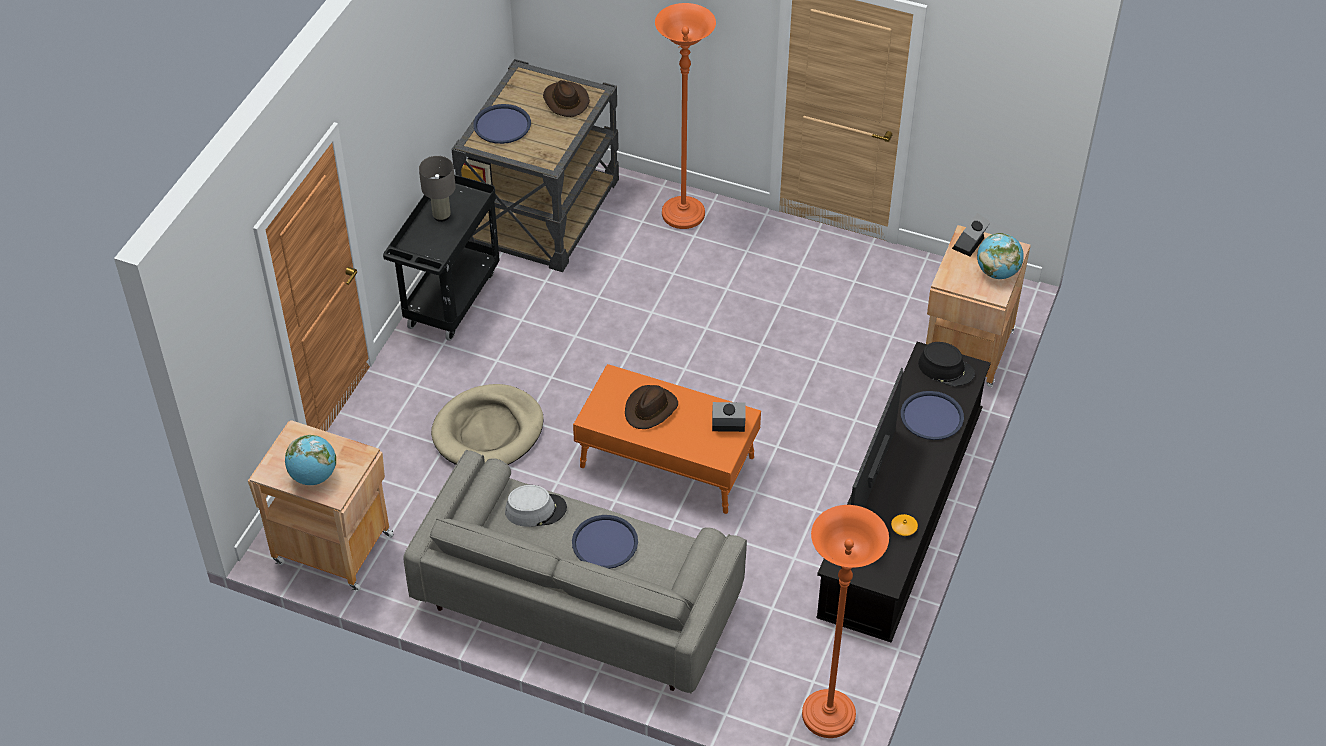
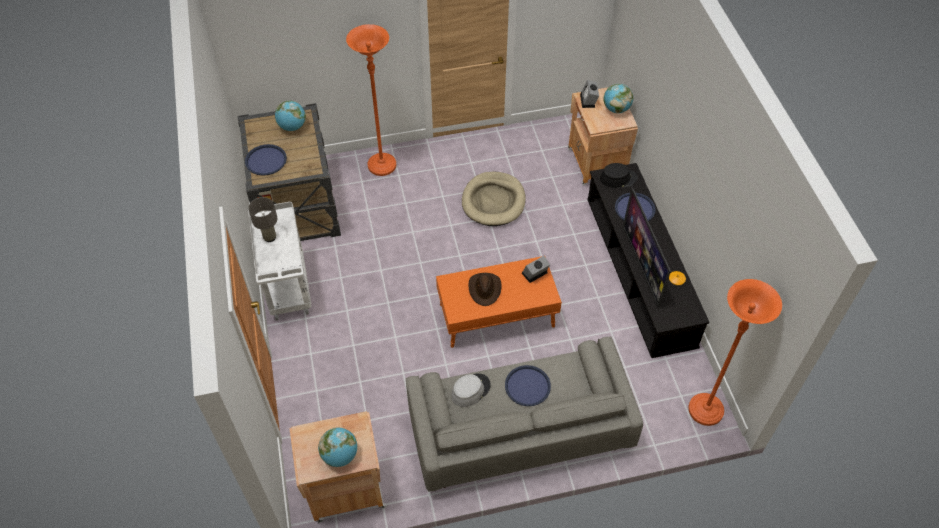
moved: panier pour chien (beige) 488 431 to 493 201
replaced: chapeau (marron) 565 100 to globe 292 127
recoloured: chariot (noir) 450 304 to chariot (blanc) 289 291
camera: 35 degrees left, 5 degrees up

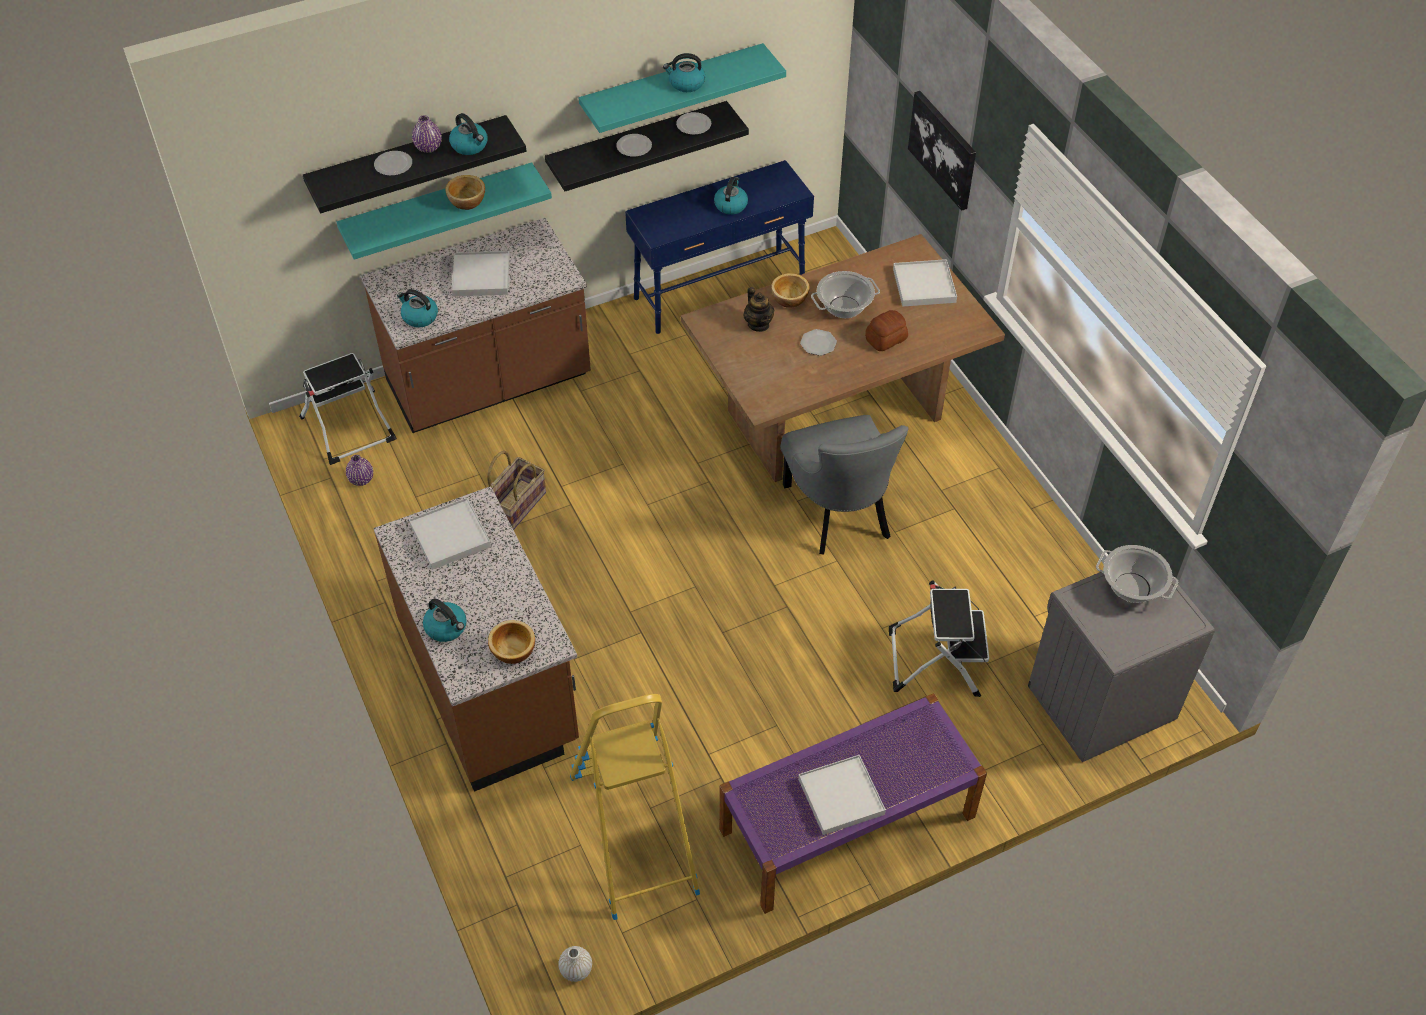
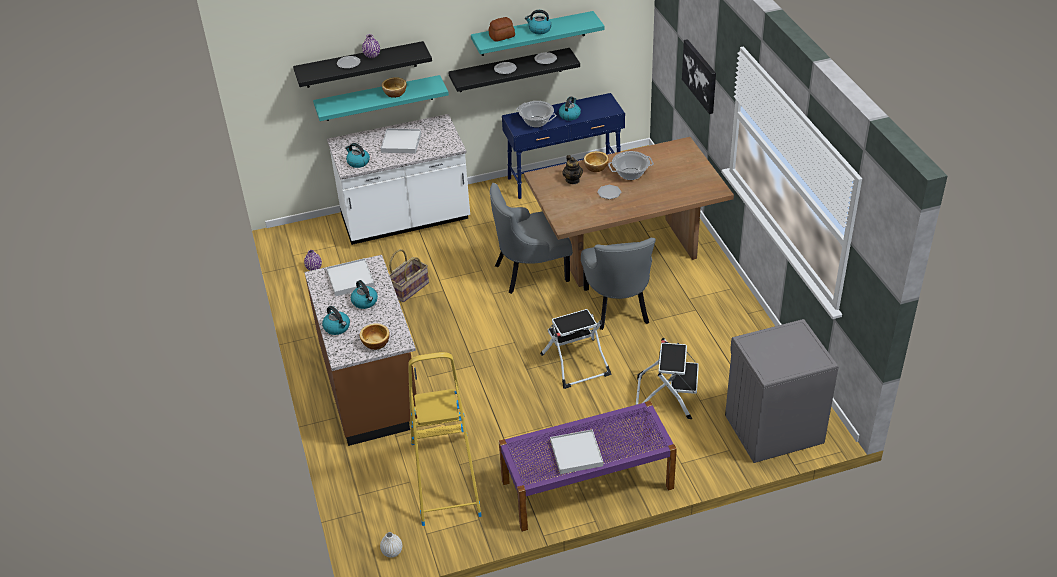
removed: plateau (blanc) 924 286
added: chaise (gris) 532 271
moved: bouilloire 470 146 to 365 302; pain 885 339 to 501 36; marmite 1132 587 to 536 122; escabeau 349 425 to 576 362
recoloured: comptoir de cuisine (marron) 489 382 to comptoir de cuisine (blanc) 405 219
camera: 10 degrees right, 10 degrees down

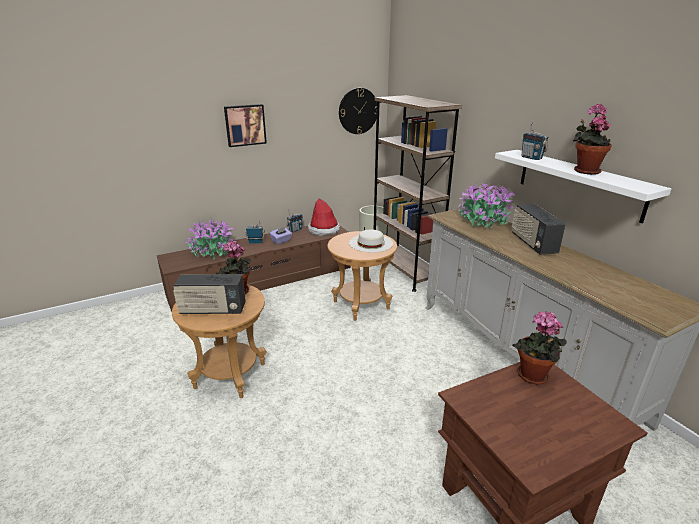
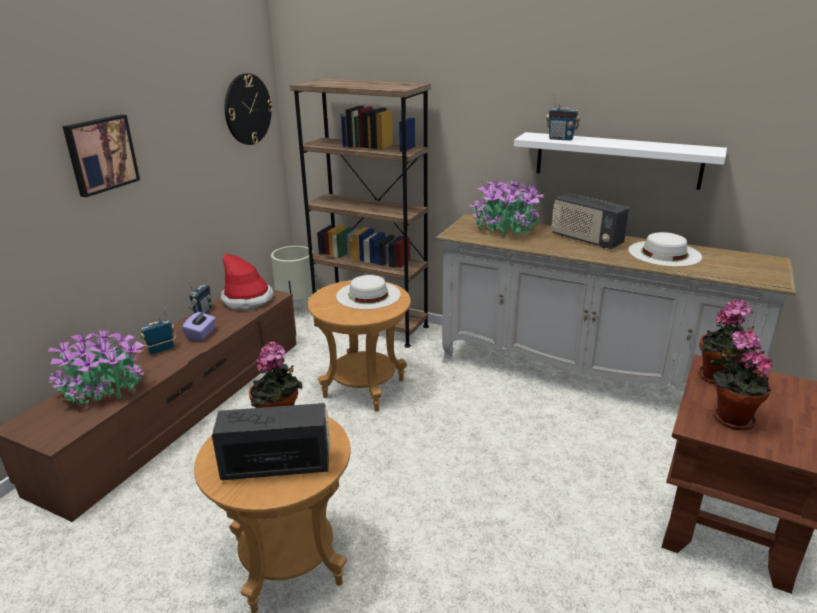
added: chapeau (blanc) 664 253
moved: plante en pot 585 171 to 729 418
turned: radio 212 310 = 277 465 150 degrees counterclockwise
camera: 35 degrees left, 0 degrees up

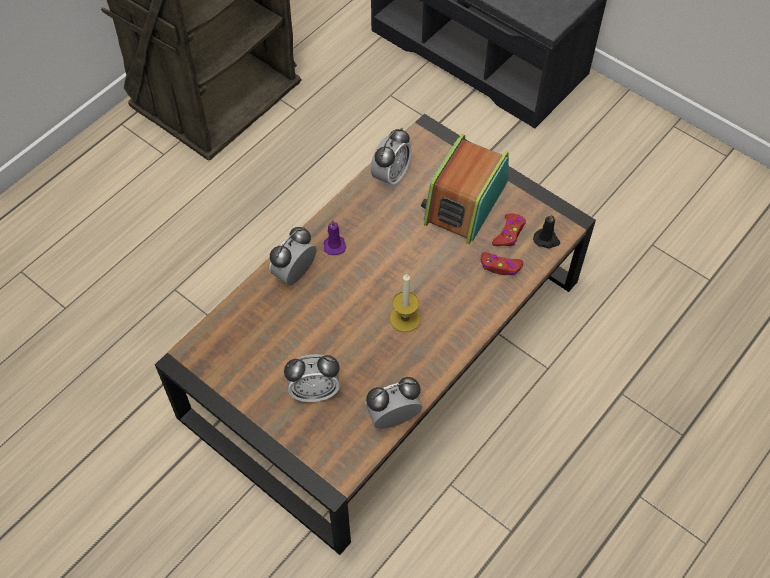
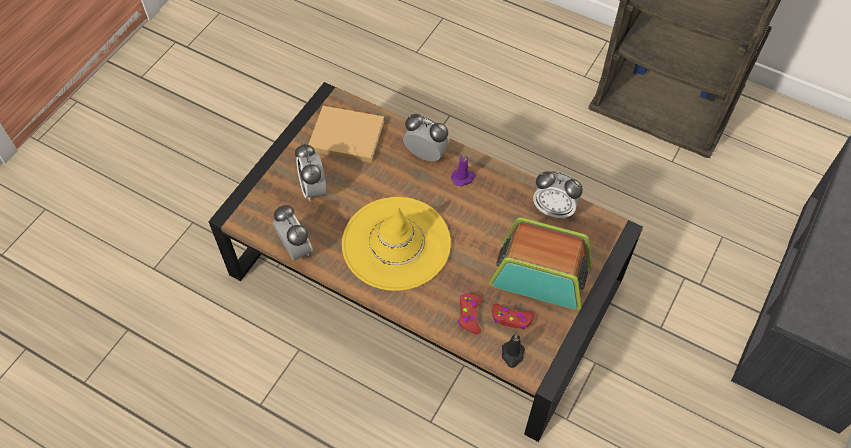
added: livre (beige) 344 135
replaced: bougie 405 318 to chapeau (jaune) 396 243
camera: 80 degrees right, 0 degrees up

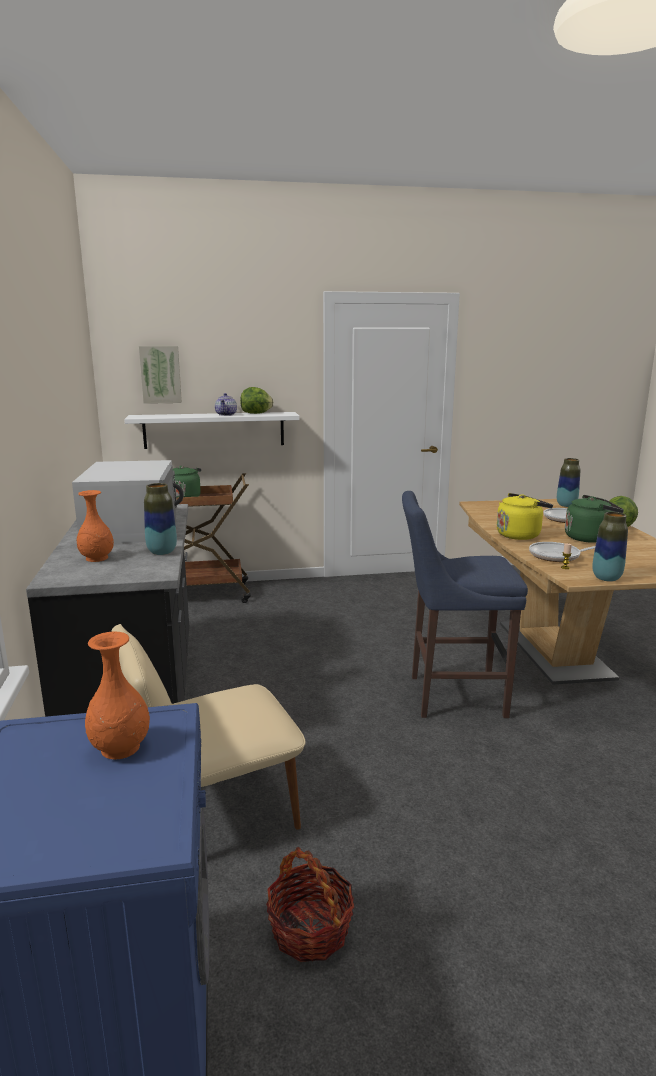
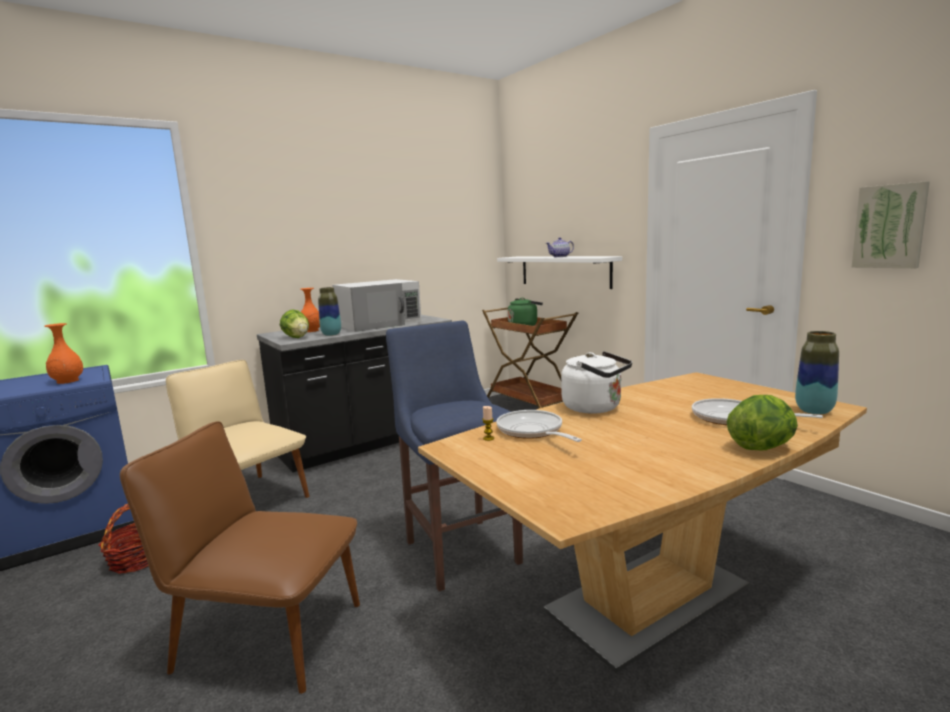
removed: bouilloire (vert) 589 538; vase 606 578
added: chaise (marron) 270 636
moved: laitue 256 413 to 297 337; tableau 160 374 to 890 226
recoloured: bouilloire (jaune) 520 535 to bouilloire (blanc) 595 408
camera: 65 degrees right, 5 degrees down

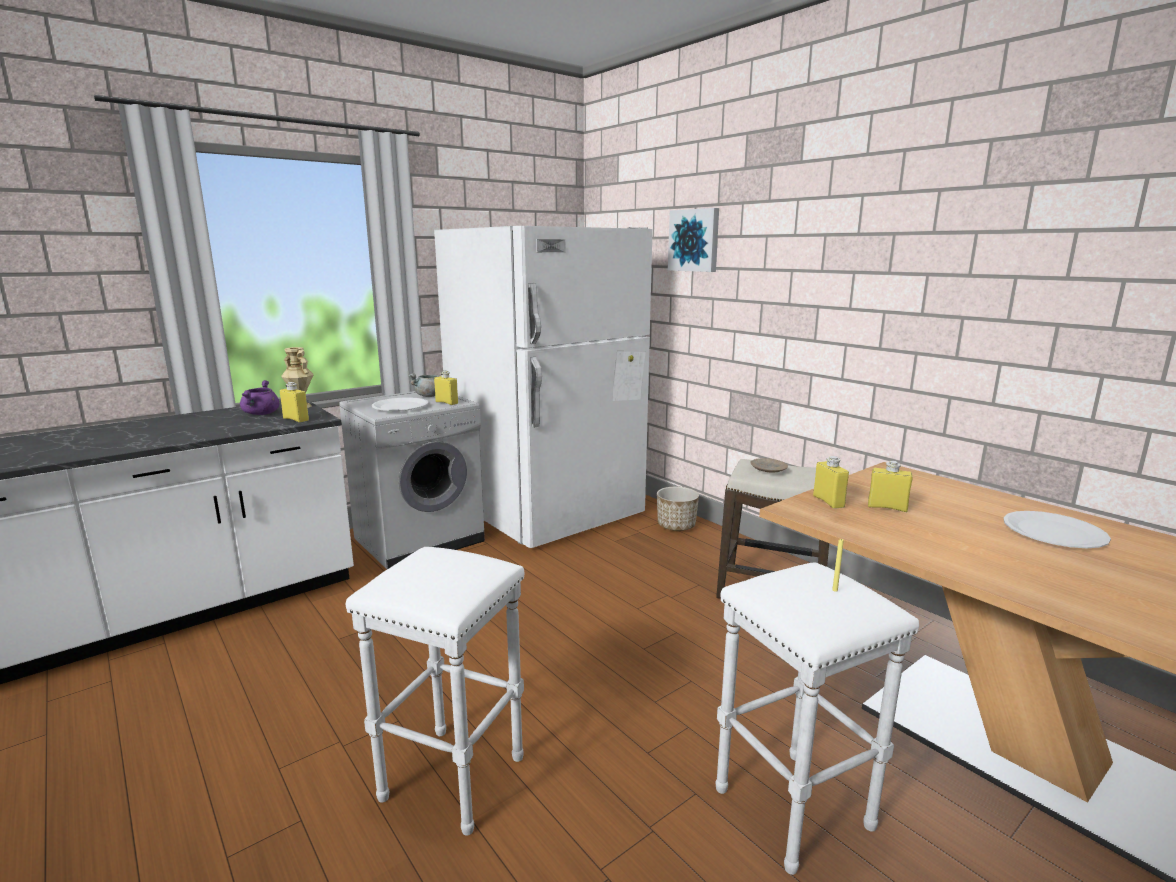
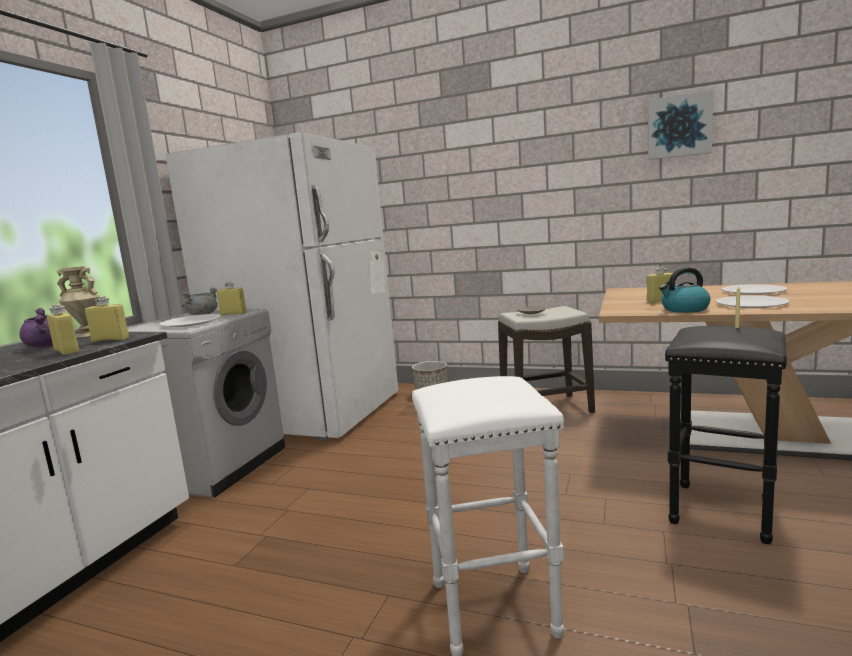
added: bouilloire 684 309; assiette (blanc) 751 304
moved: bouteille (jaune) 828 501 to 66 351; tableau 694 240 to 679 126
recoloured: tabouret (blanc) 789 806 to tabouret (noir) 719 511
camera: 30 degrees left, 5 degrees down

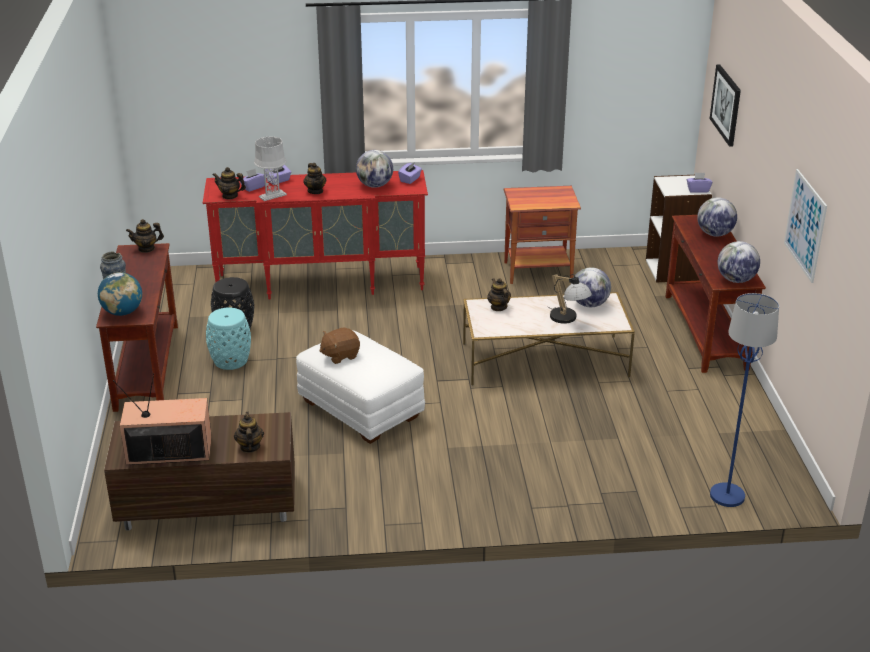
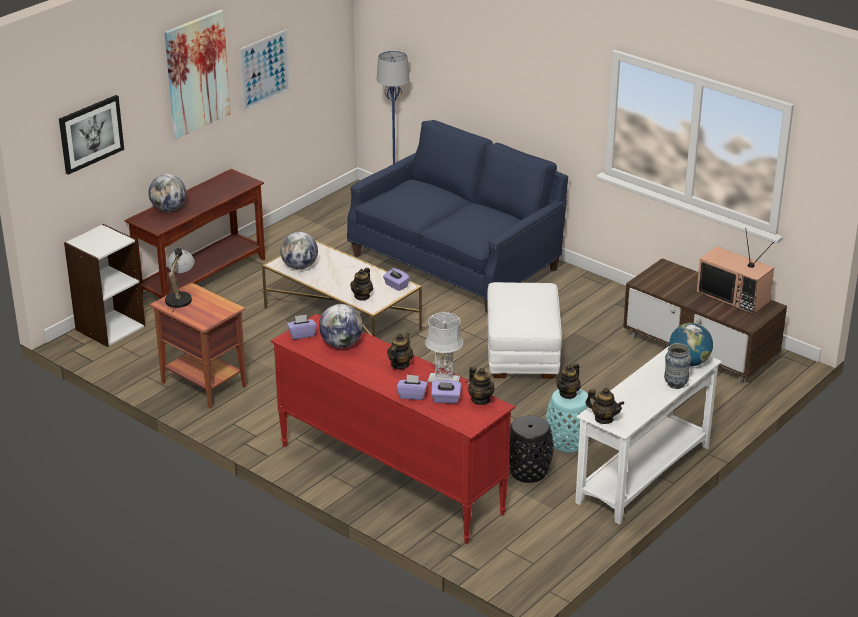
removed: peluche (marron) 340 355; globe 736 280
added: tableau 197 73; canapé (bleu) 456 261
moved: lampe de table 568 320 to 180 297; boîte à mouchoirs (violet) 698 190 to 396 285; théière 249 447 to 568 394
recoloured: table console (marron) 146 366 to table console (blanc) 643 475
camera: 135 degrees left, 0 degrees up

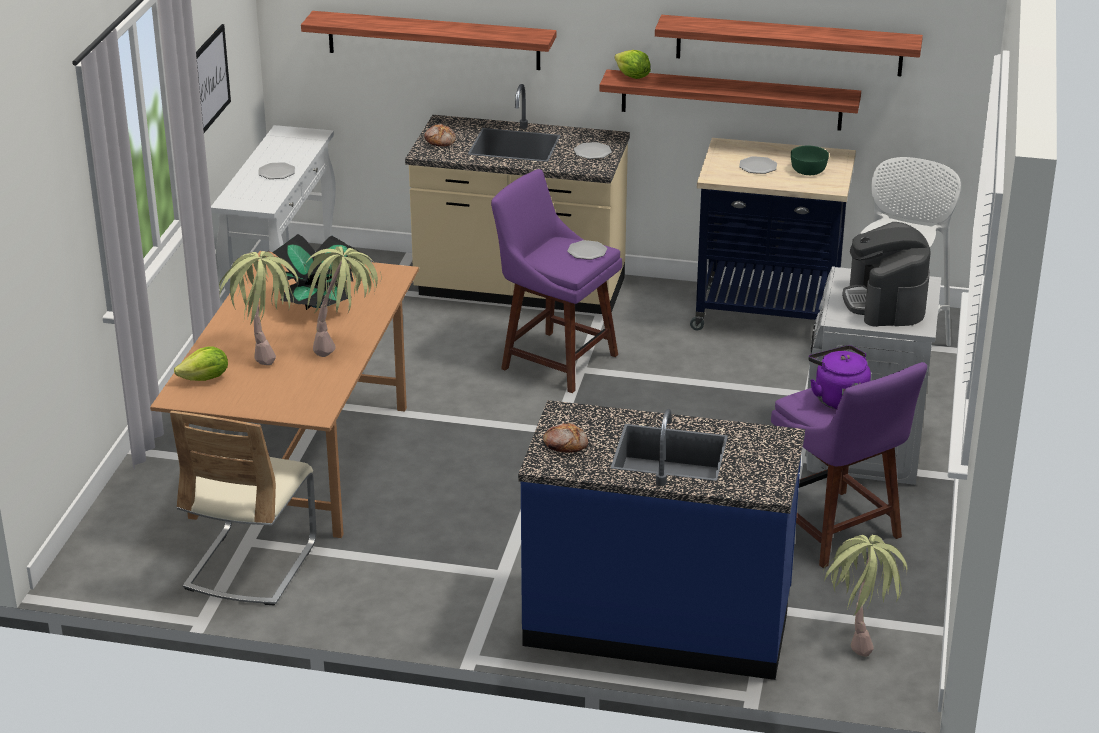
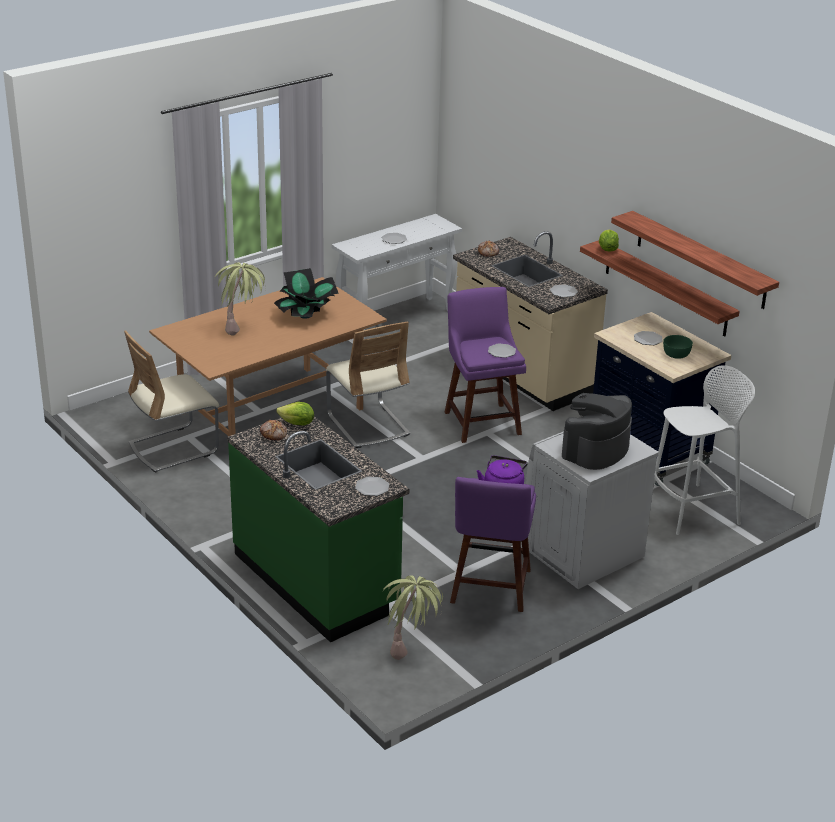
removed: tableau 210 79; étagère 433 40; plante en pot 345 345
added: chaise (beige) 367 425; assiette 372 488
moved: laitue 205 379 to 297 424
recoloured: comptoir de cuisine (bleu) 658 622 to comptoir de cuisine (vert) 317 580
camera: 40 degrees right, 0 degrees up

